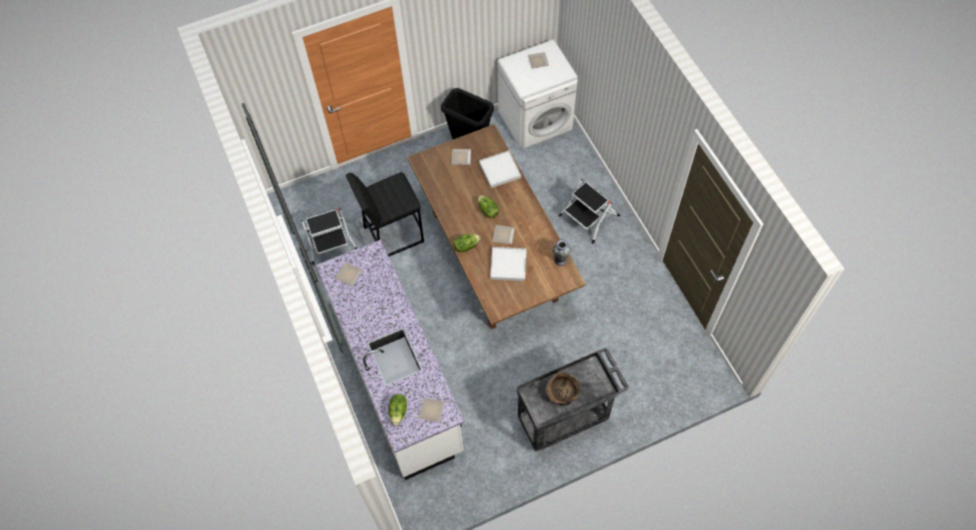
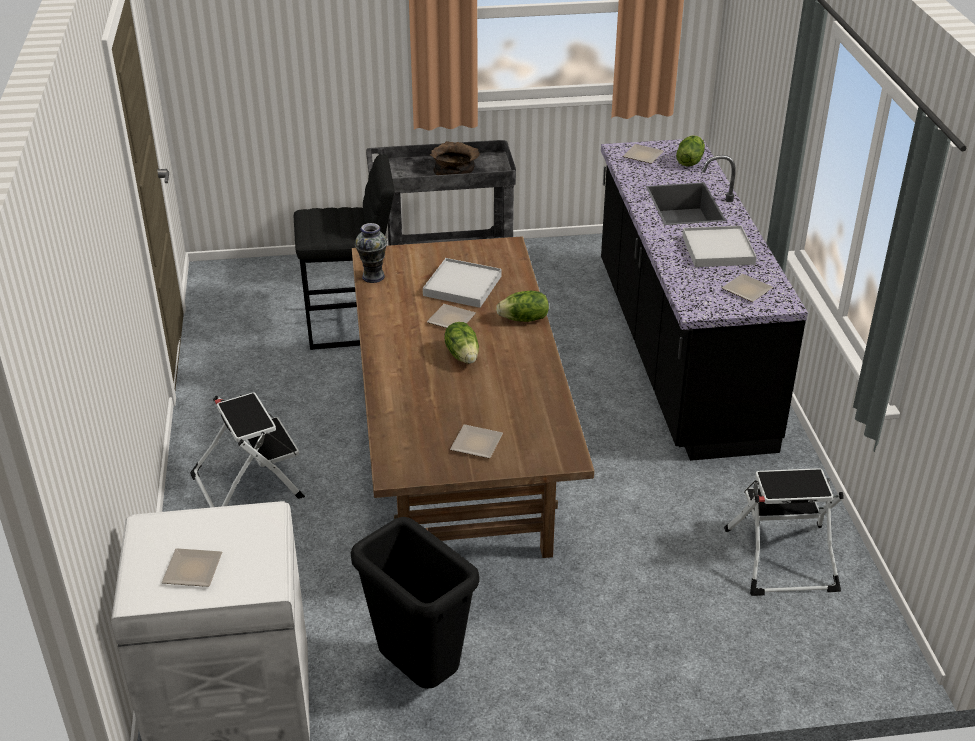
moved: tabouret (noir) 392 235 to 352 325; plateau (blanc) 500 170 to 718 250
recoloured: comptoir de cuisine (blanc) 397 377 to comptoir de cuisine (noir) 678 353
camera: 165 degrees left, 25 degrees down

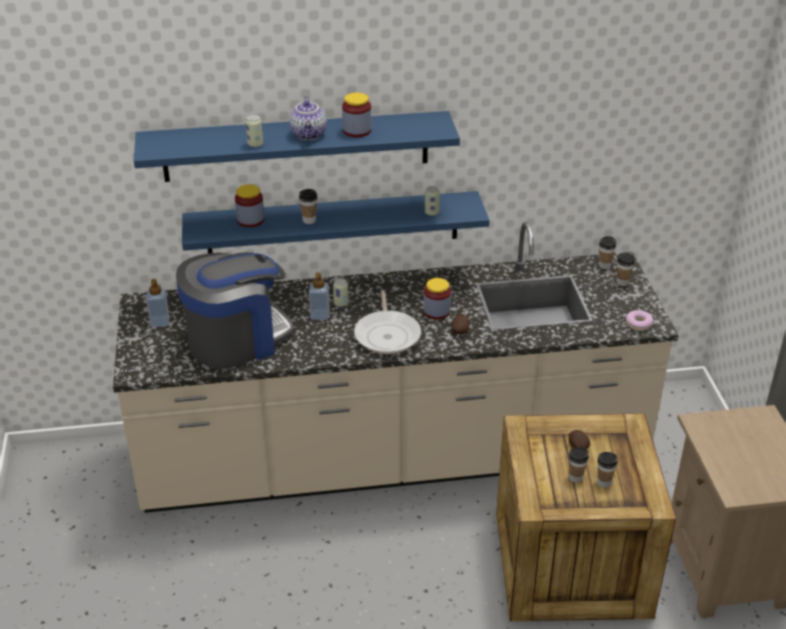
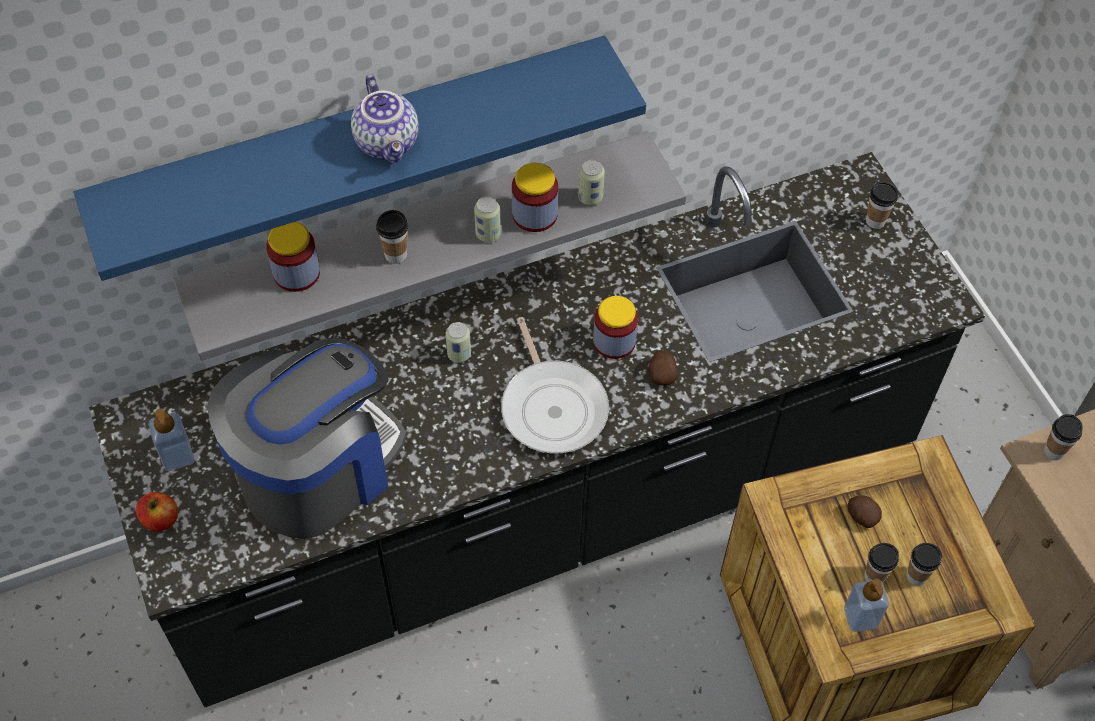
removed: beignet 638 324
added: pomme 160 520
moved: boîte métallique 255 144 to 488 234; bocal 357 131 to 534 214; distributeur de savon 320 315 to 860 617; tasse 604 265 to 1054 451
recoloured: comptoir de cuisine (beige) 393 457 to comptoir de cuisine (noir) 545 507; étagère (bleu) 333 224 to étagère (gris) 421 229
camera: 15 degrees left, 20 degrees up

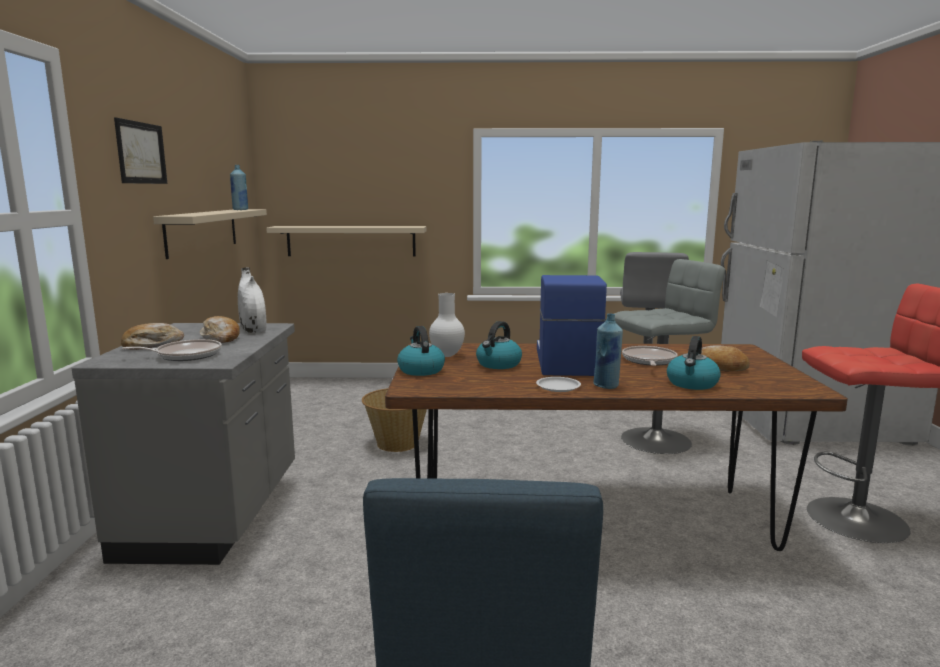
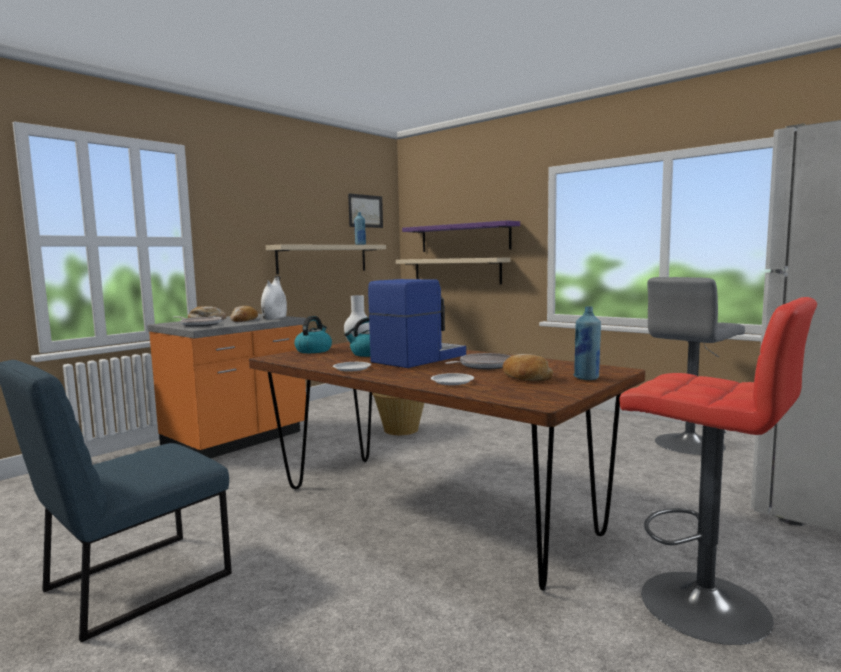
removed: tabouret (gris) 657 441
added: étagère (violet) 464 237
moved: tableau 141 153 to 365 211; bouteille (bleu) 606 386 to 586 378
replaced: bouilloire 692 384 to assiette (blanc) 453 382
recoloured: comptoir de cuisine (gris) 215 515 to comptoir de cuisine (orange) 237 440
camera: 40 degrees right, 5 degrees down

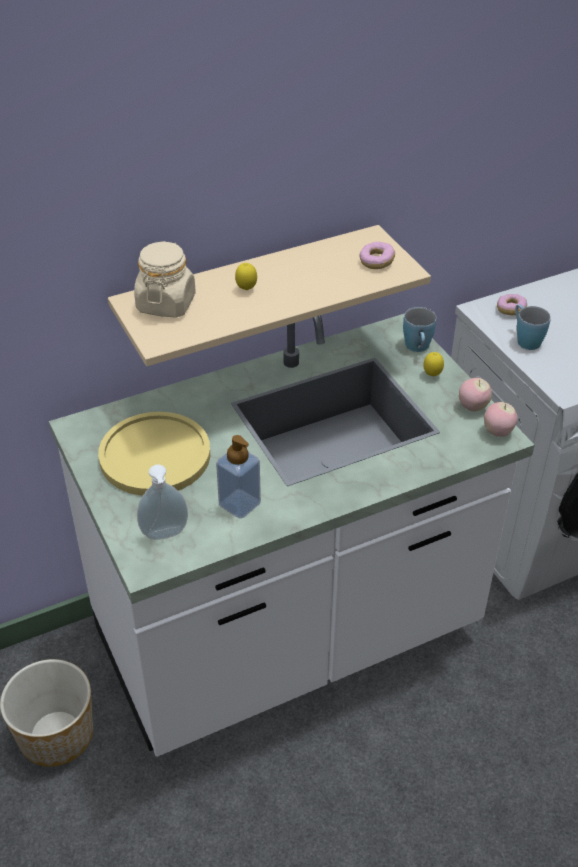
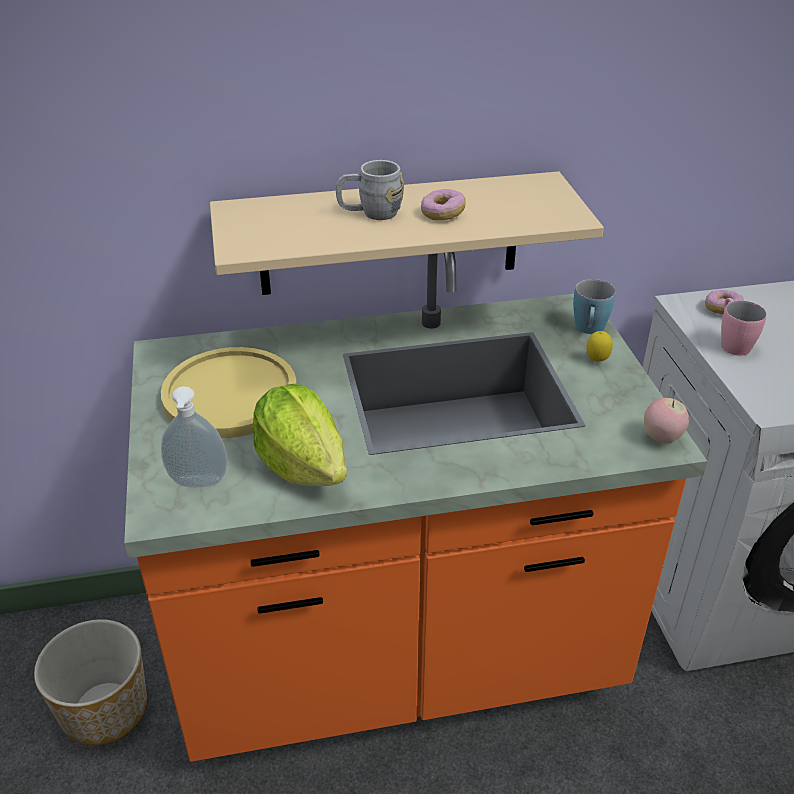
removed: bocal (beige) 166 303; pomme 472 407
moved: beignet 376 262 to 442 214
replaced: distributeur de savon 239 504 to laitue 302 465; citron 246 289 to mug (gris) 370 213
recoloured: comptoir de cuisine (blanc) 288 636 to comptoir de cuisine (orange) 397 655; mug (bleu) 525 339 to mug (rose) 731 342
camera: 15 degrees right, 5 degrees down

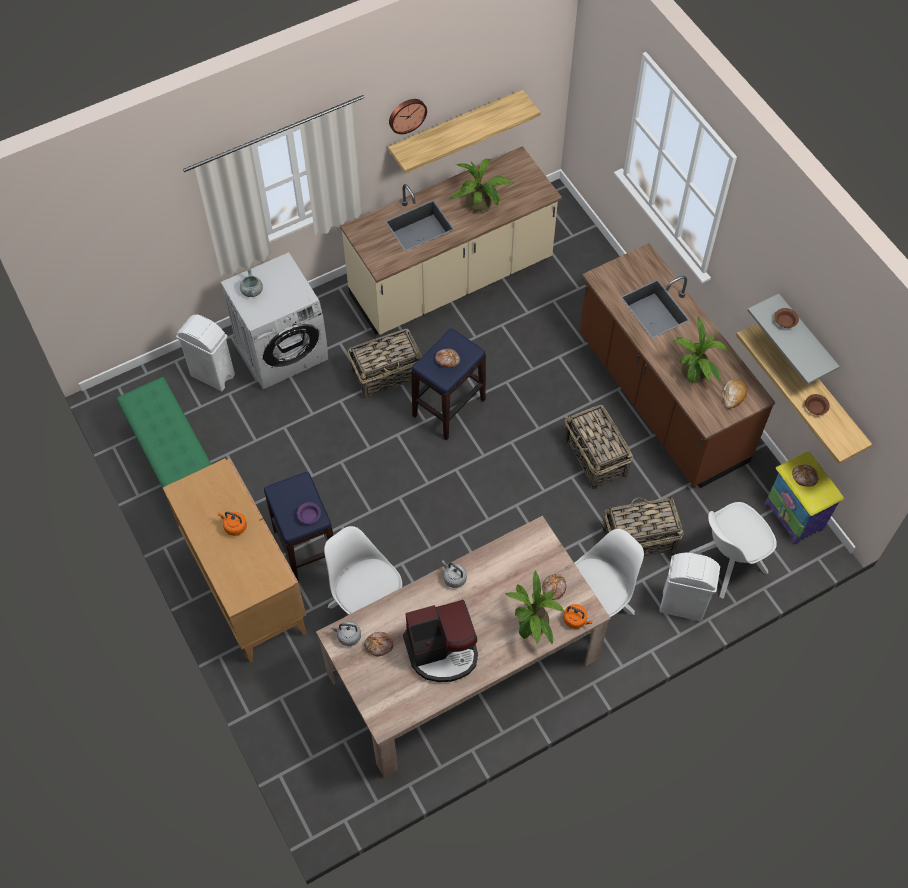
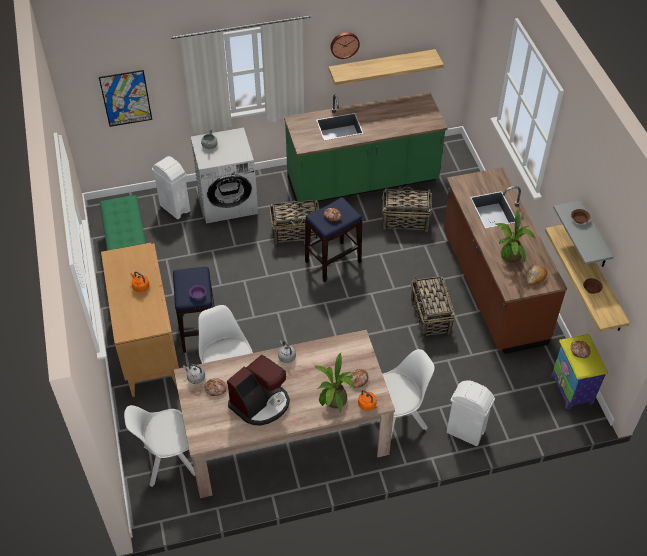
removed: plante en pot 481 206
added: tableau 126 98
moved: chaise (blanc) 726 563 to 169 461; panier 638 540 to 404 220
recoloured: comptoir de cuisine (beige) 451 279 to comptoir de cuisine (vert) 362 181
turned: machine à café 442 651 = 260 403 45 degrees counterclockwise
camera: 15 degrees right, 10 degrees down

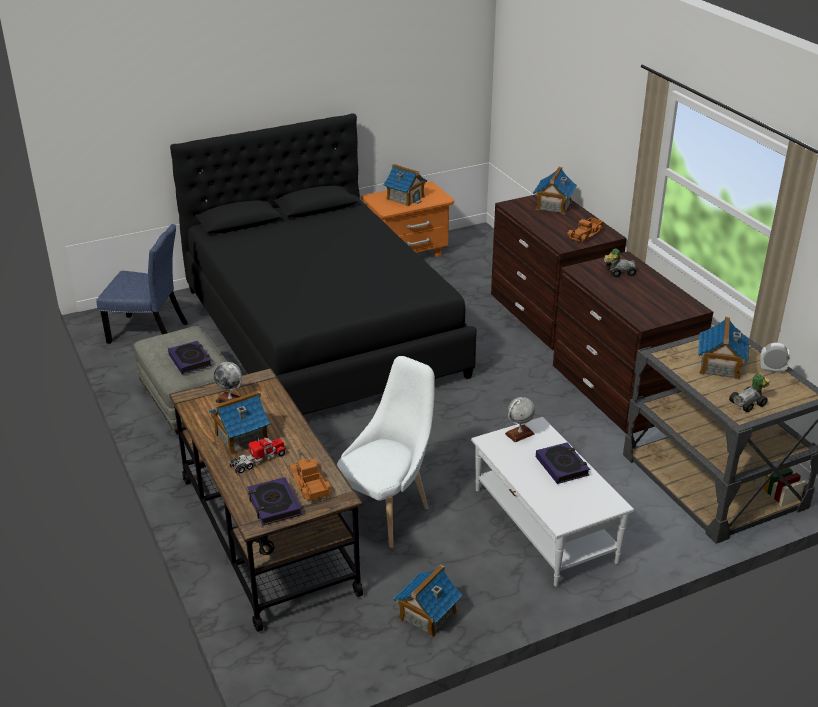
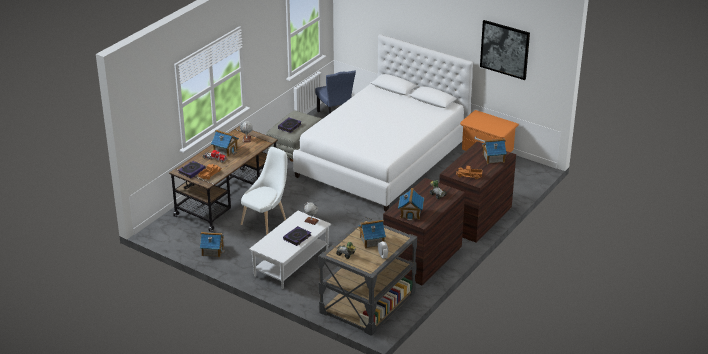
added: tableau 505 49
moved: maison miniature 405 198 to 410 213
recoloured: lit (noir) 322 331 to lit (blanc) 383 159
turned: chaise (blanc) 386 510 = 266 221 60 degrees counterclockwise
camera: 60 degrees right, 0 degrees up

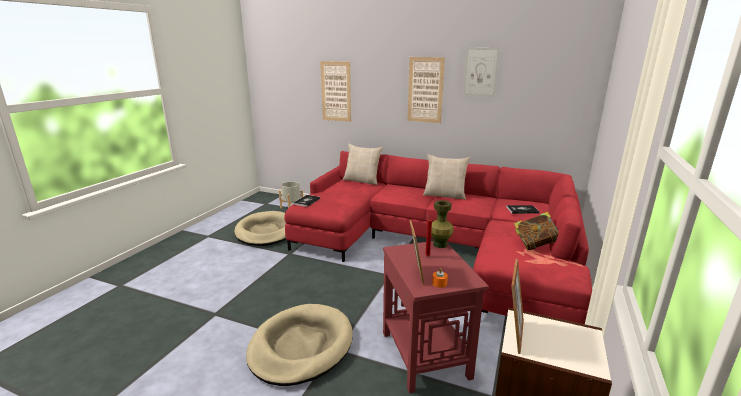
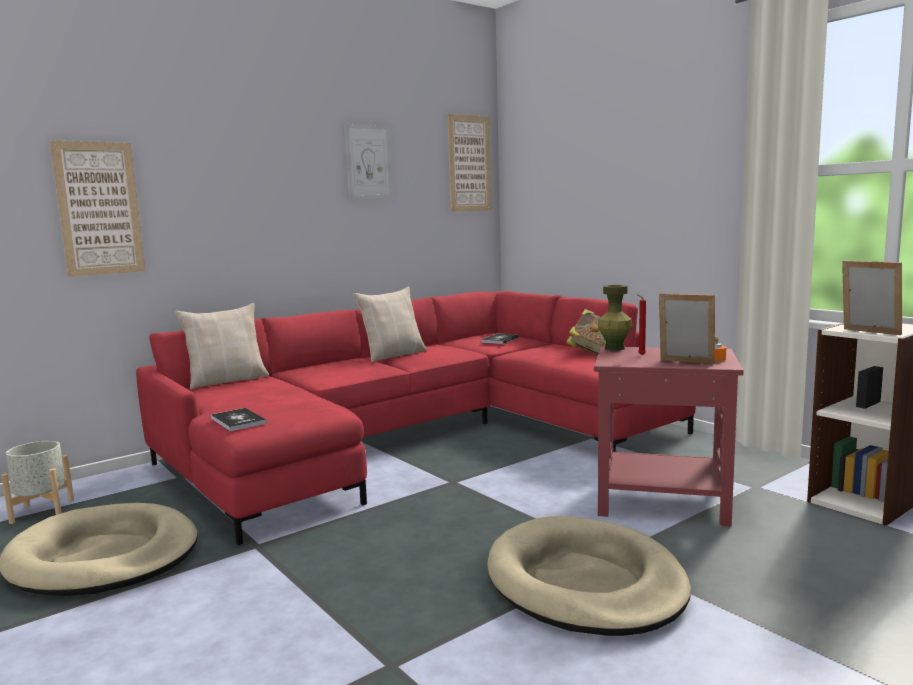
moved: tableau 425 90 to 469 163
camera: 60 degrees left, 10 degrees down

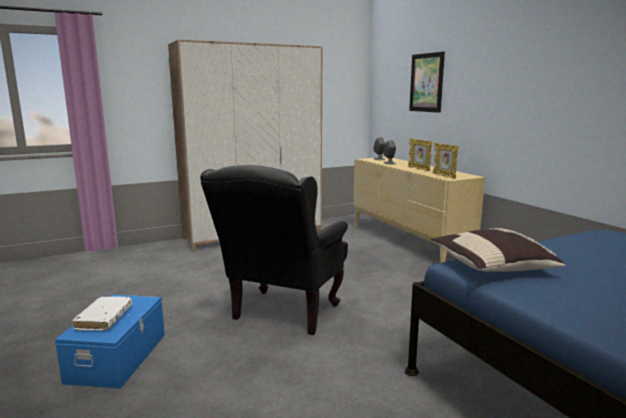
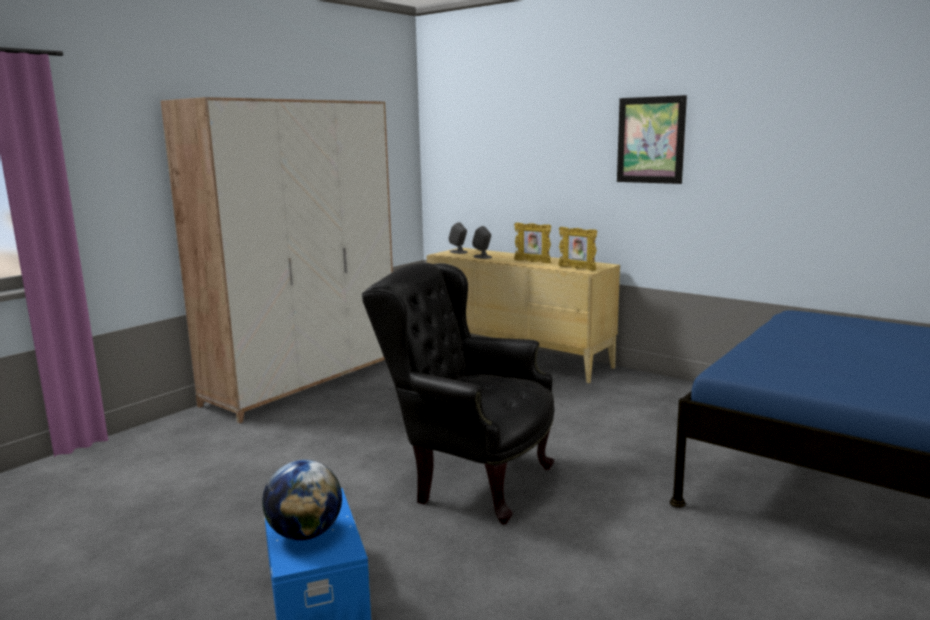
removed: coussin 492 266
moved: tableau 426 82 to 650 140
replaced: livre (blanc) 104 319 to globe 305 534
turned: fauteuil (noir) 281 317 = 471 481 120 degrees clockwise
camera: 25 degrees left, 0 degrees up

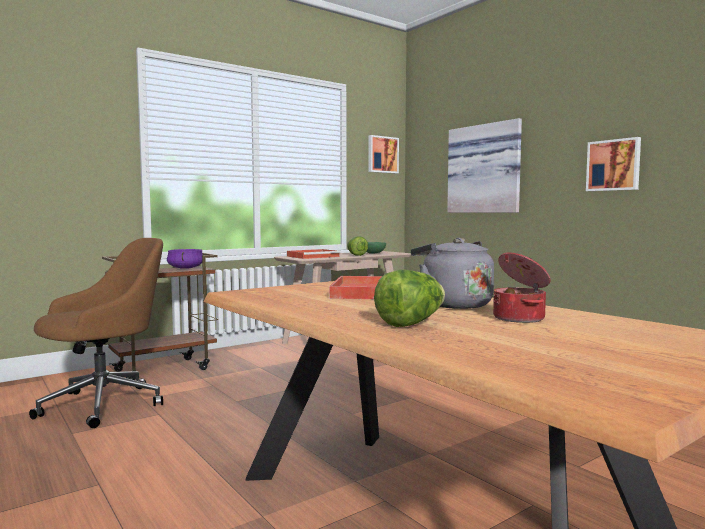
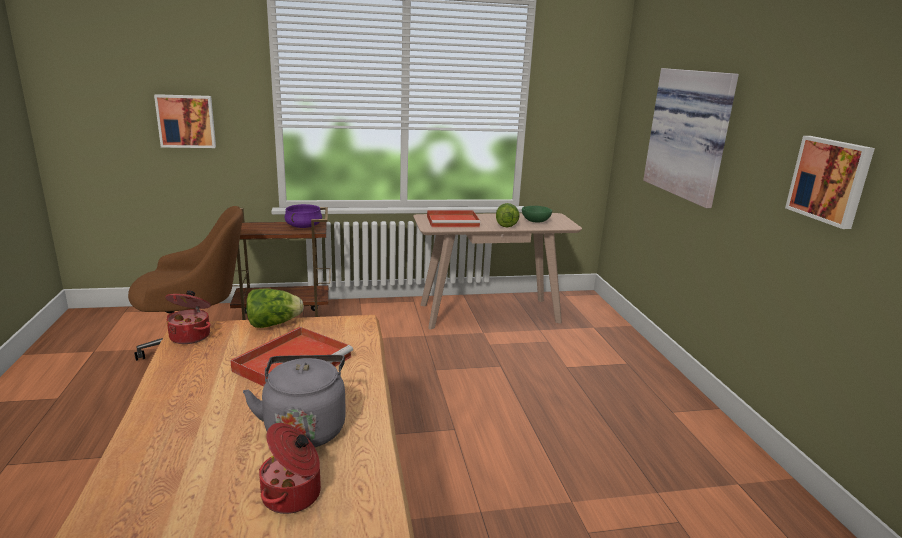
added: marmite 191 336
moved: tableau 382 154 to 186 121; laitue 411 323 to 273 324
camera: 25 degrees right, 15 degrees up

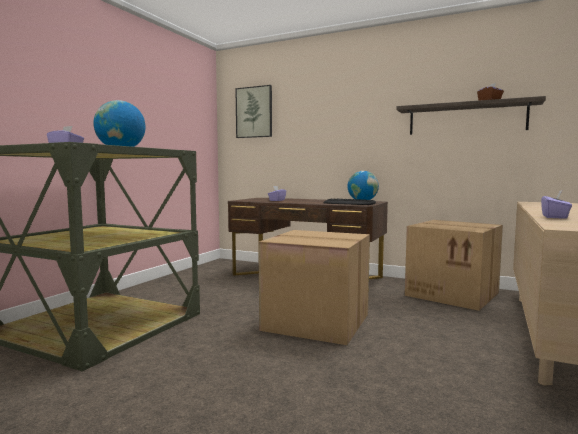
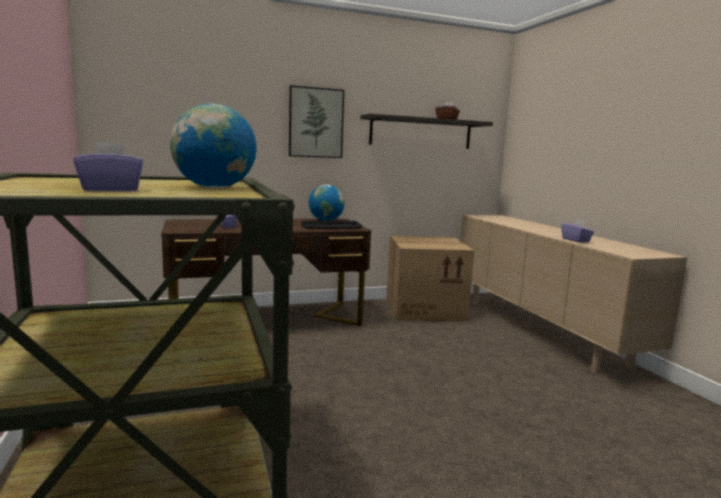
removed: carton 314 322
moved: tableau 254 112 to 316 123
camera: 45 degrees left, 5 degrees up

